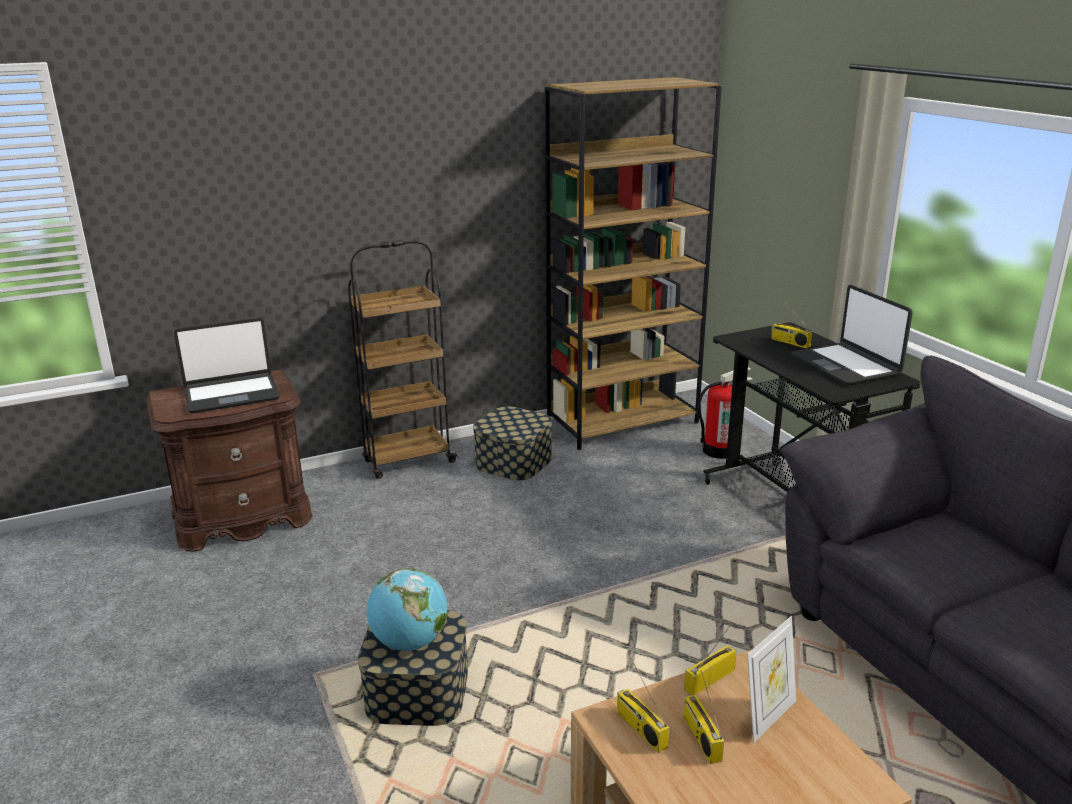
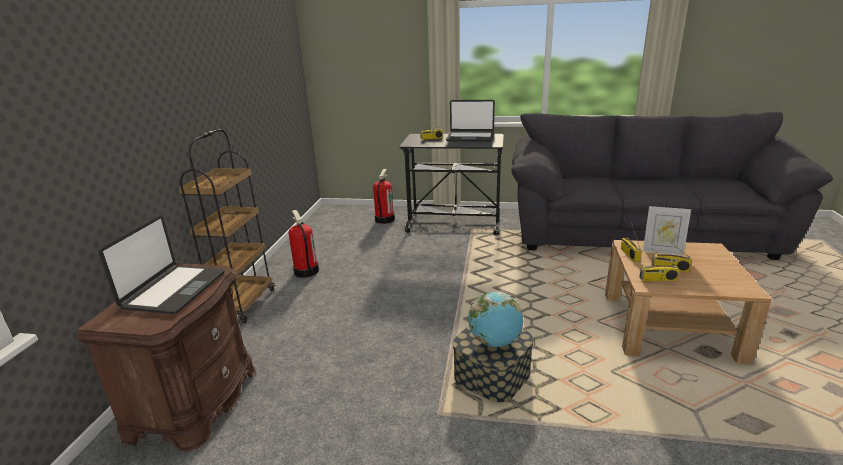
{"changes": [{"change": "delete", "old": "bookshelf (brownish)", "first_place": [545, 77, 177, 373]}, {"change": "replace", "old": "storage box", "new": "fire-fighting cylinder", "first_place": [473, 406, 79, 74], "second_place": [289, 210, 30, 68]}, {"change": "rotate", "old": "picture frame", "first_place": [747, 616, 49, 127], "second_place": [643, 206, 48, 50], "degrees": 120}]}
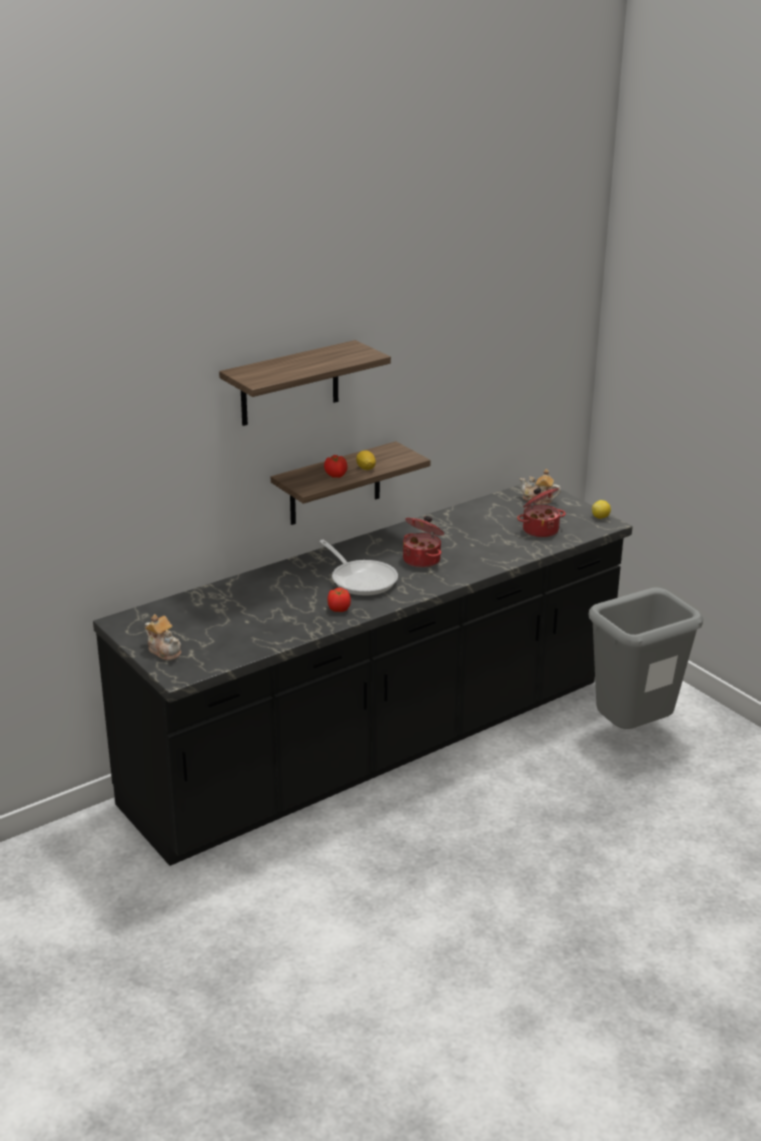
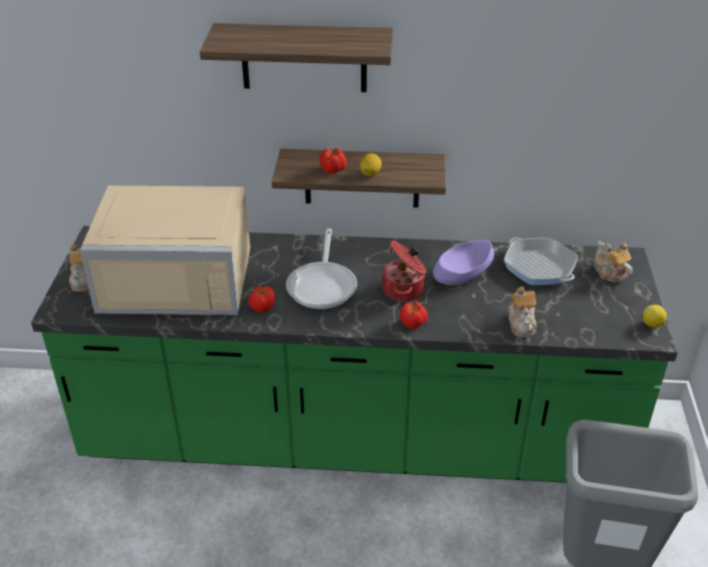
{"changes": [{"change": "delete", "old": "saucepot", "first_place": [517, 488, 49, 50]}, {"change": "insert", "new": "microwave (beige)", "second_place": [80, 186, 170, 129]}, {"change": "insert", "new": "fresh tomato", "second_place": [400, 301, 28, 28]}, {"change": "insert", "new": "deep dish (purple-coloured)", "second_place": [433, 240, 61, 46]}, {"change": "insert", "new": "skillet", "second_place": [504, 238, 74, 47]}, {"change": "insert", "new": "teapot", "second_place": [509, 287, 28, 51]}, {"change": "recolor", "old": "kitchen counter (blackish)", "new": "kitchen counter (greenish)", "first_place": [93, 479, 540, 387], "second_place": [31, 226, 647, 257]}]}
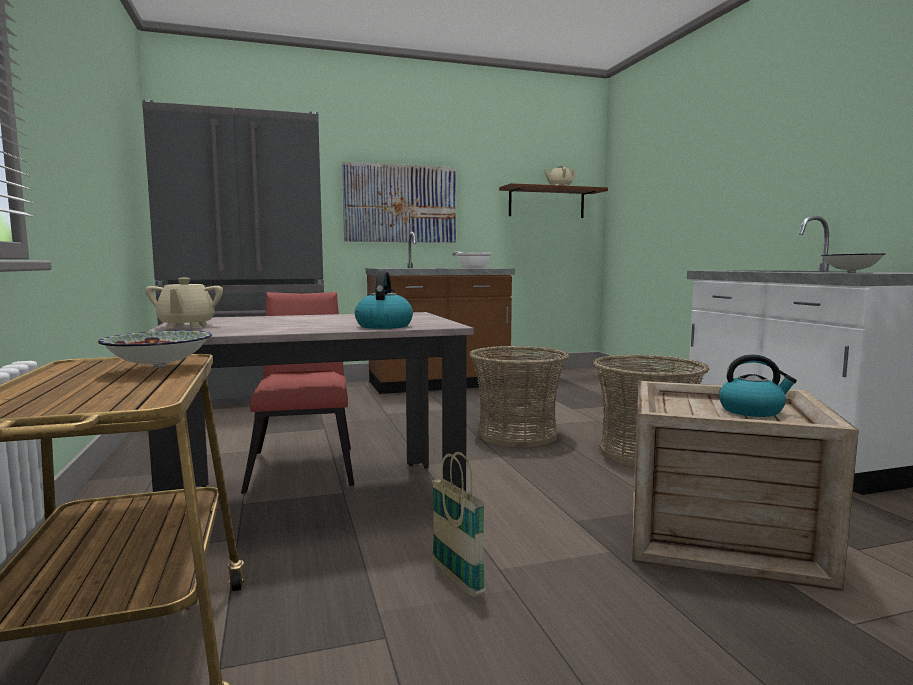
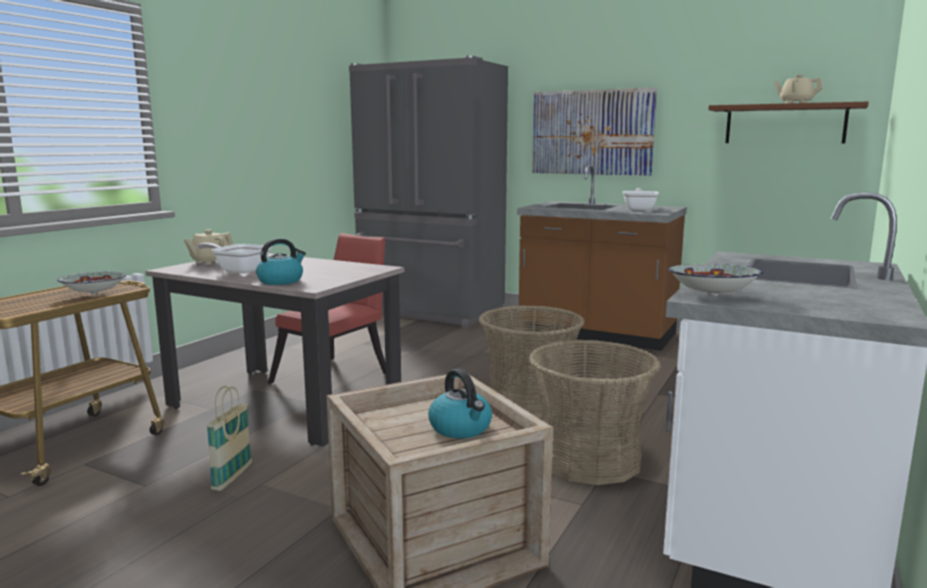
{"changes": [{"change": "insert", "new": "skillet", "second_place": [197, 243, 75, 31]}]}
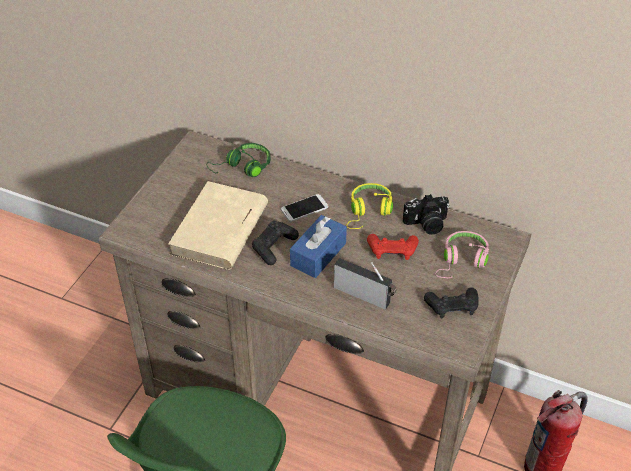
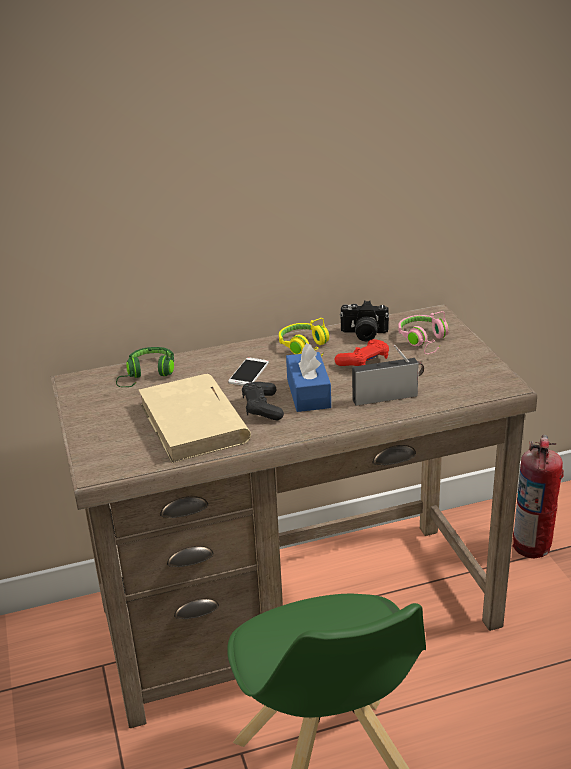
{"changes": [{"change": "delete", "old": "joypad (blackish)", "first_place": [424, 287, 54, 32]}, {"change": "rotate", "old": "photo camera", "first_place": [403, 194, 47, 41], "second_place": [340, 300, 49, 42], "degrees": 60}]}
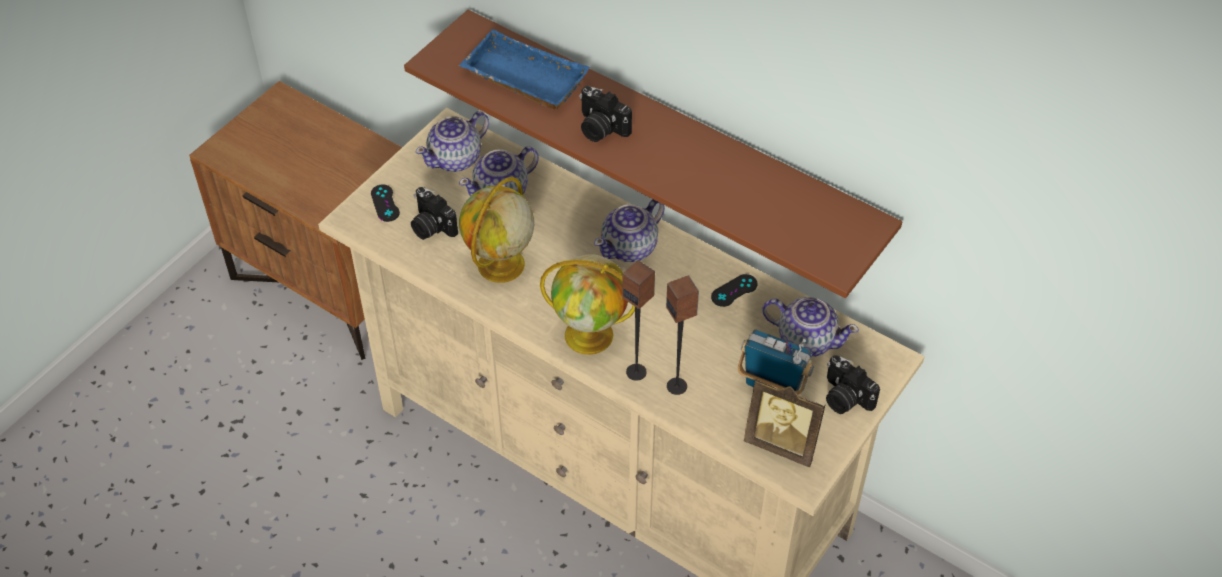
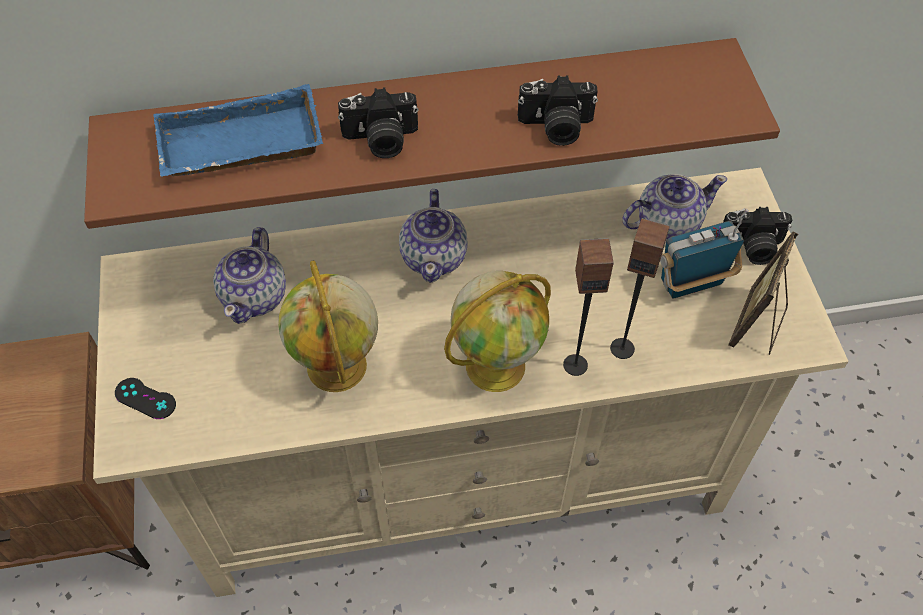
{"changes": [{"change": "delete", "old": "teapot", "first_place": [416, 111, 73, 61]}, {"change": "delete", "old": "joypad (blackish)", "first_place": [711, 274, 47, 33]}, {"change": "move", "old": "photo camera", "first_place": [411, 187, 47, 53], "second_place": [518, 75, 80, 71]}, {"change": "rotate", "old": "picture frame", "first_place": [744, 378, 82, 89], "second_place": [728, 231, 70, 124], "degrees": 135}]}
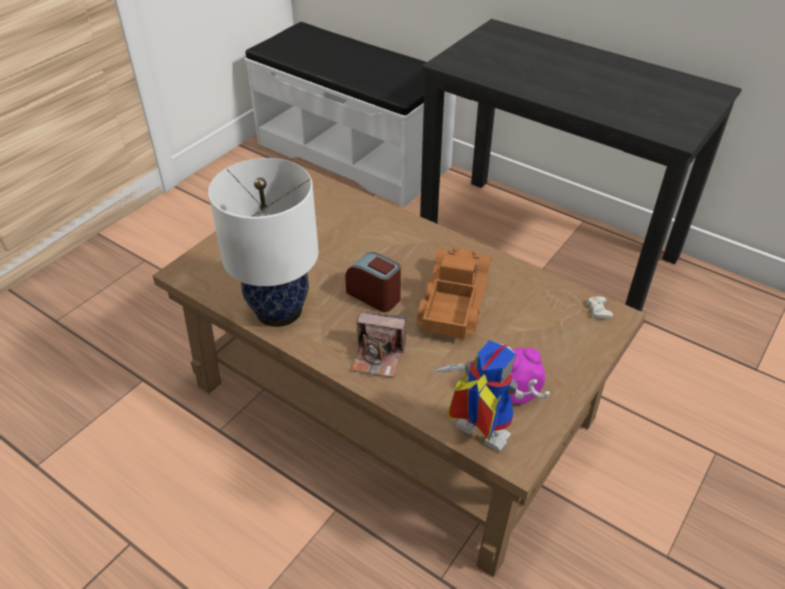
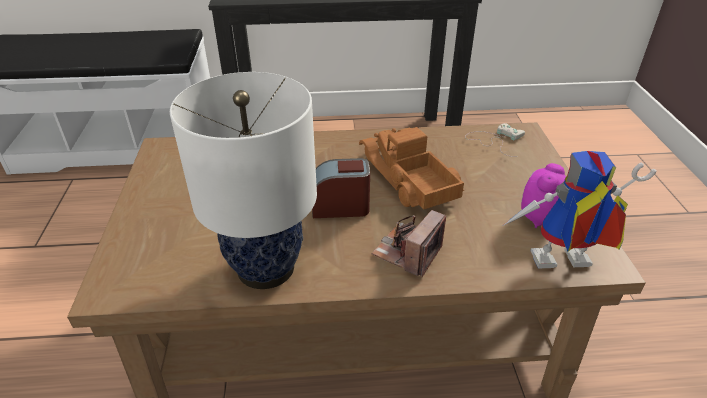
{"changes": [{"change": "rotate", "old": "photo camera", "first_place": [351, 312, 55, 66], "second_place": [371, 210, 75, 67], "degrees": 150}]}
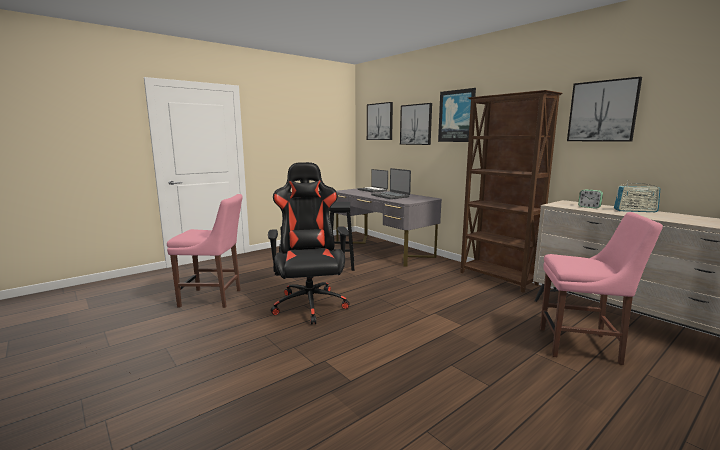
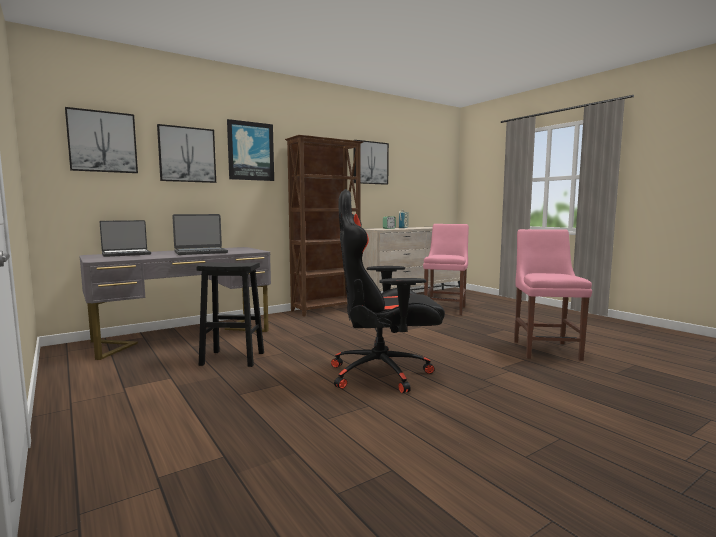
{"changes": [{"change": "move", "old": "upright chair (pink)", "first_place": [167, 194, 75, 114], "second_place": [514, 229, 78, 132]}]}
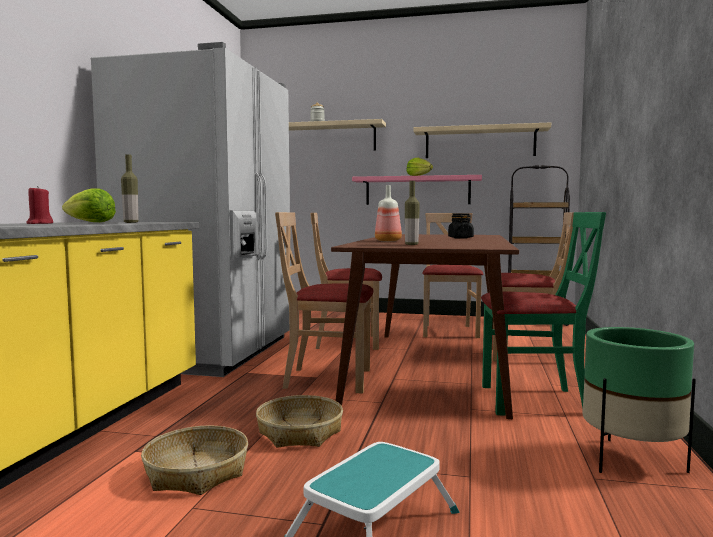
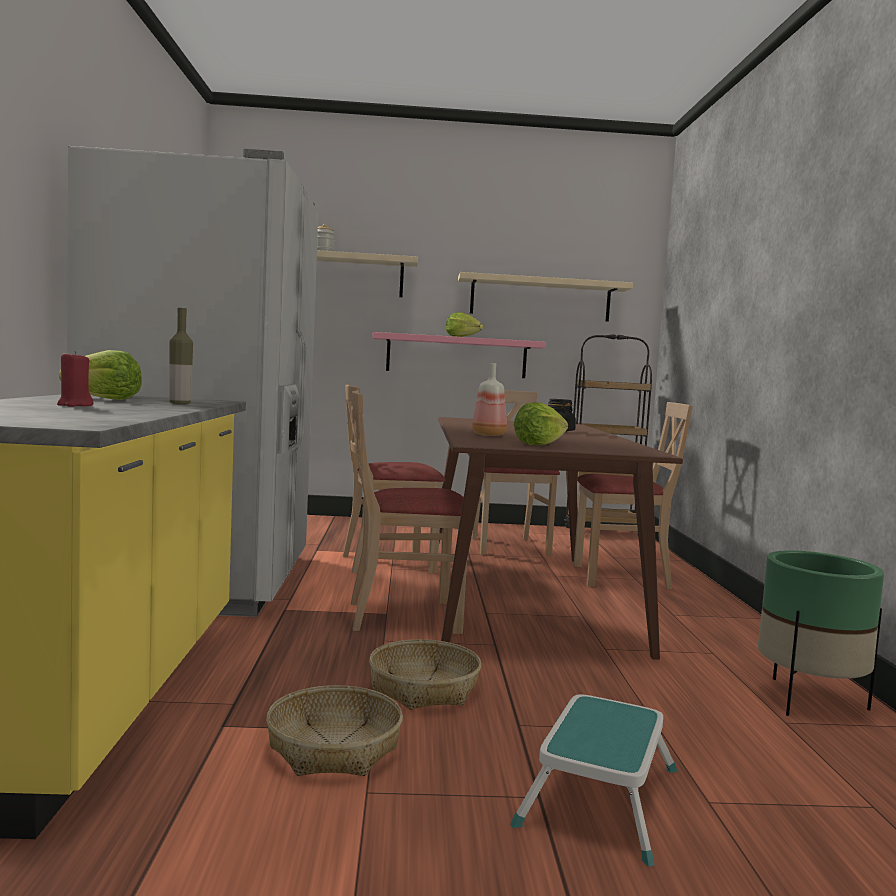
{"changes": [{"change": "delete", "old": "upright chair (greenish)", "first_place": [481, 212, 125, 203]}, {"change": "replace", "old": "bottle", "new": "head of lettuce", "first_place": [405, 181, 15, 64], "second_place": [514, 402, 54, 43]}]}
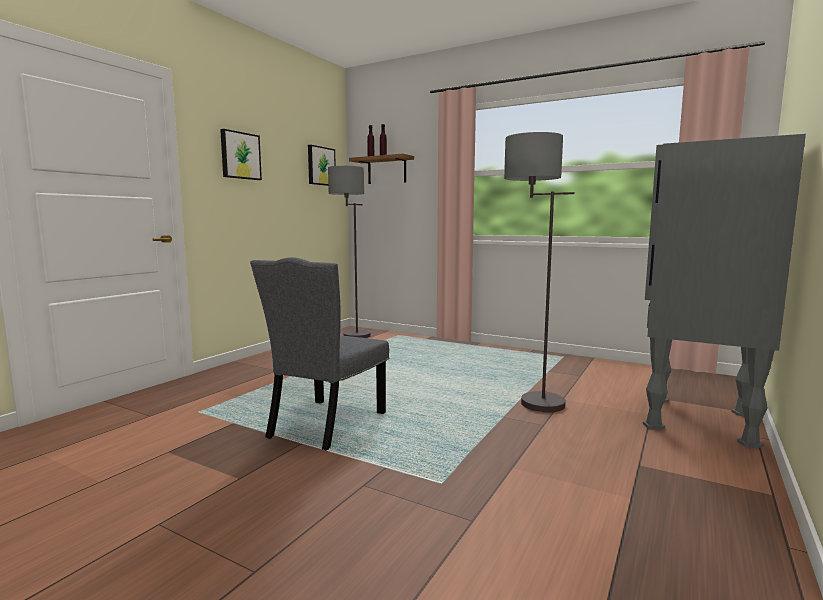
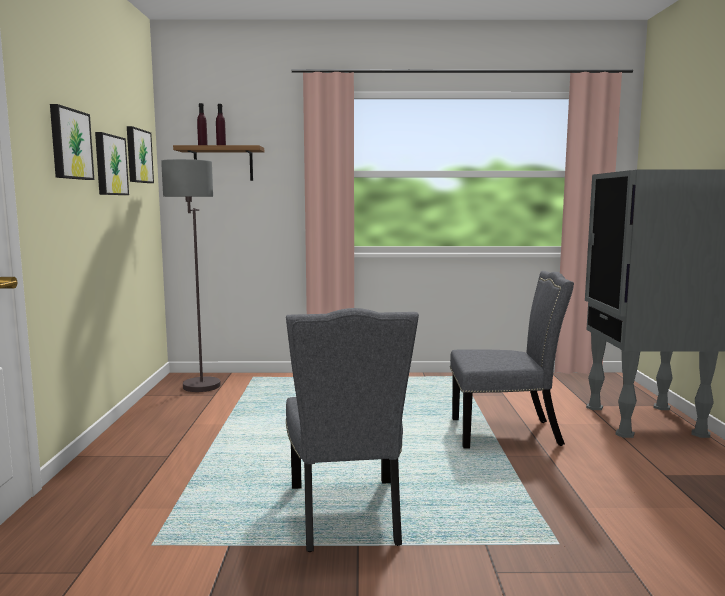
{"changes": [{"change": "insert", "new": "wall picture", "second_place": [95, 132, 34, 63]}, {"change": "replace", "old": "standing lamp (gray)", "new": "upright chair (gray)", "first_place": [504, 132, 71, 280], "second_place": [450, 271, 124, 178]}]}
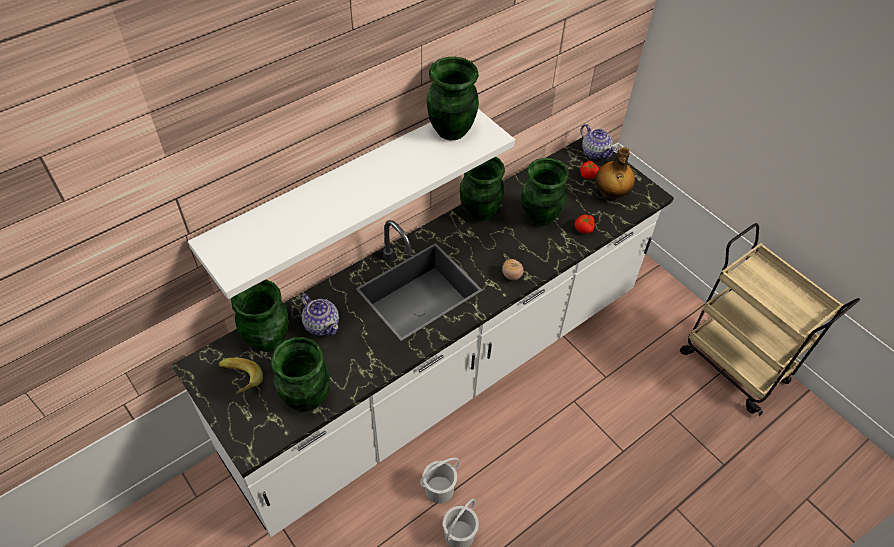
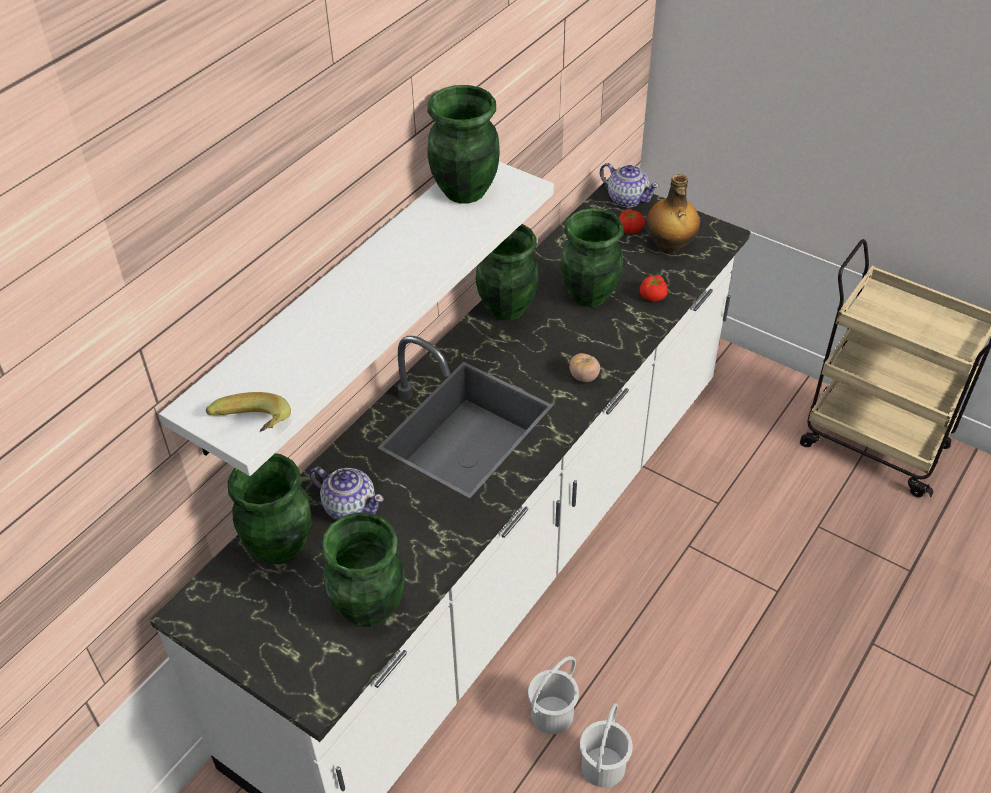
{"changes": [{"change": "move", "old": "banana fruit", "first_place": [218, 358, 45, 36], "second_place": [206, 392, 85, 40]}]}
